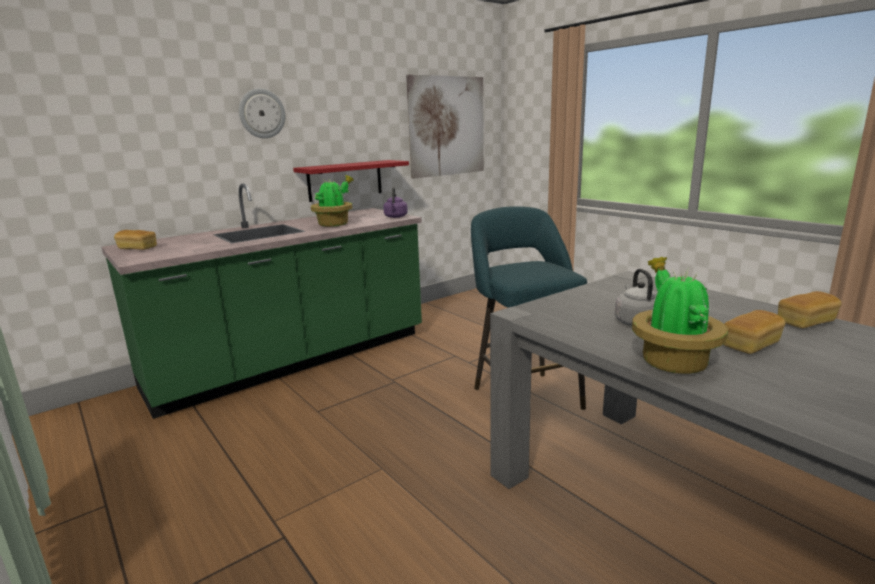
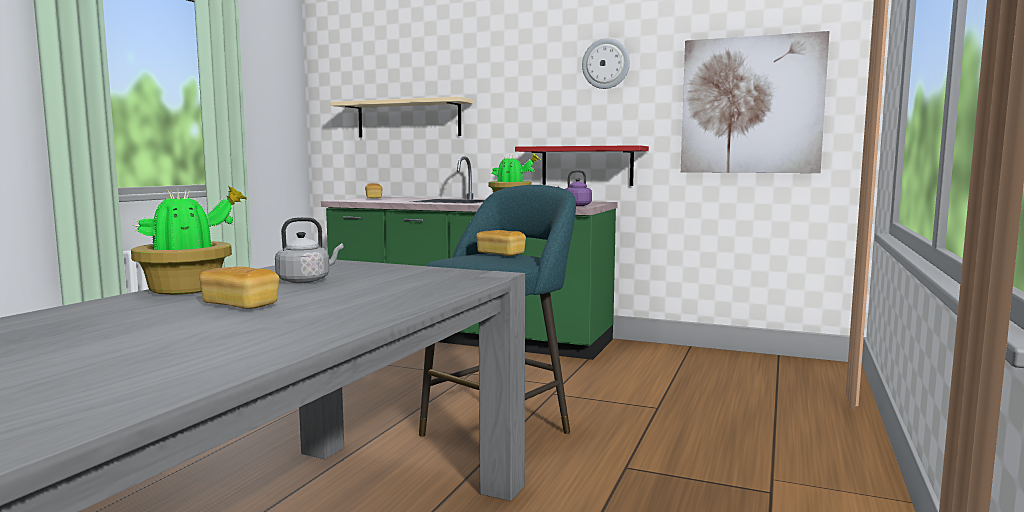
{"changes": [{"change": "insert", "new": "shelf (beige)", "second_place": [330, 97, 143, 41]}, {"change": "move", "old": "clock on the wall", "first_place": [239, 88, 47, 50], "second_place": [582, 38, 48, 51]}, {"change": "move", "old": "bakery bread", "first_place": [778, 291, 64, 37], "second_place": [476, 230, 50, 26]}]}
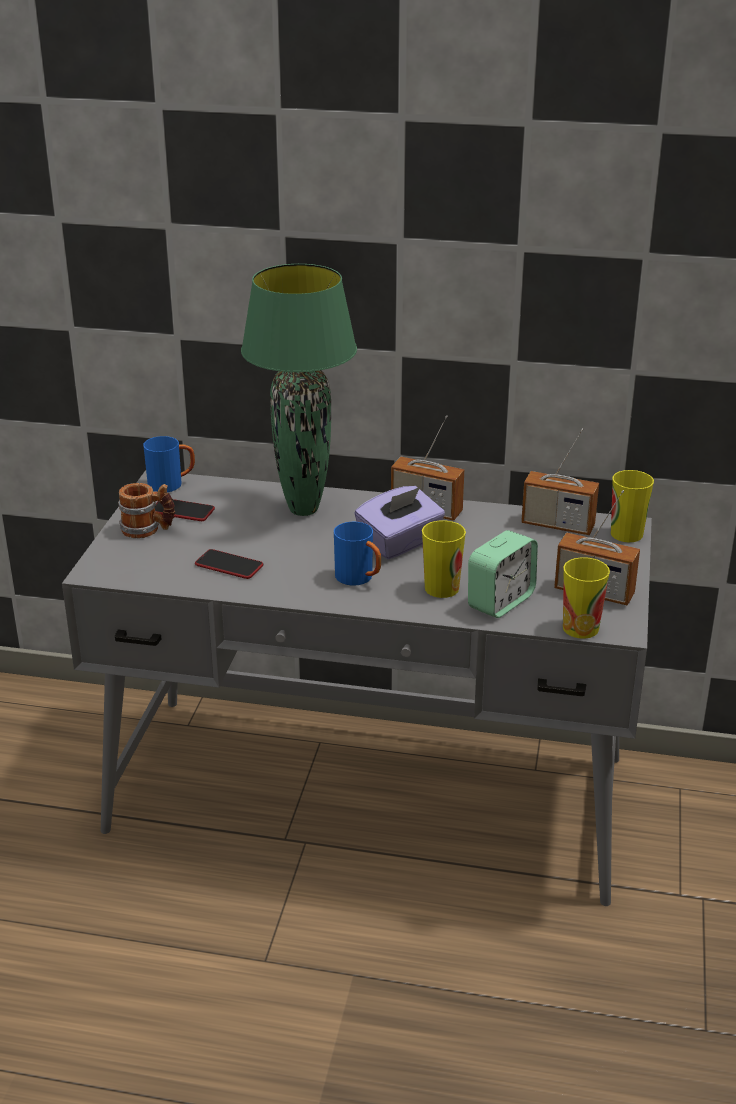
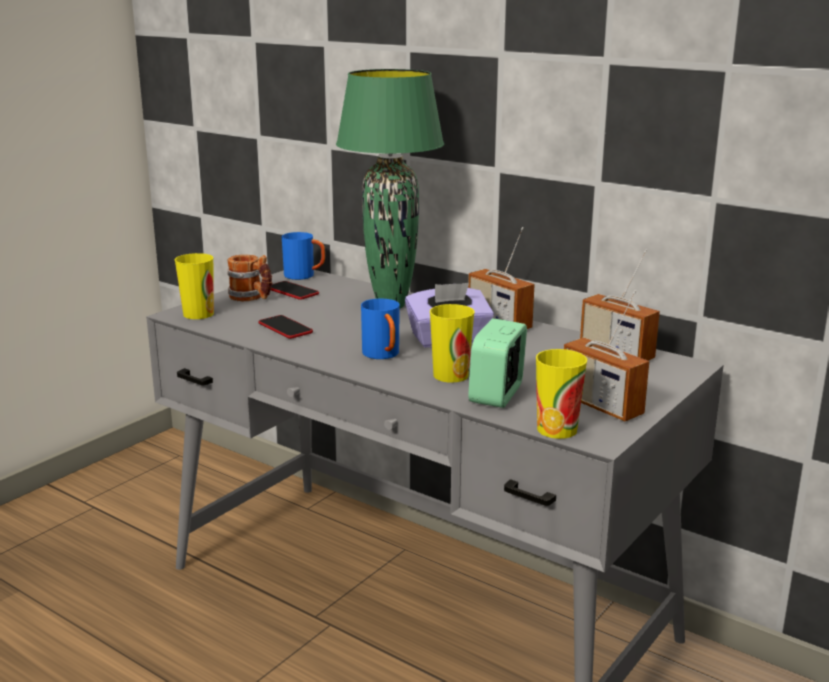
{"changes": [{"change": "move", "old": "drinking cup", "first_place": [611, 470, 43, 72], "second_place": [174, 253, 40, 66]}, {"change": "rotate", "old": "alarm clock", "first_place": [468, 530, 70, 88], "second_place": [468, 318, 59, 90], "degrees": 135}]}
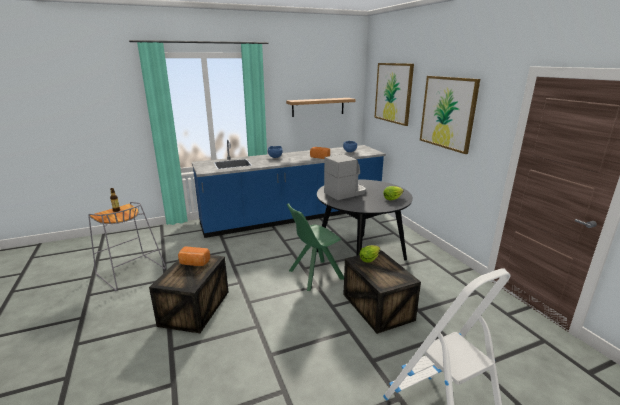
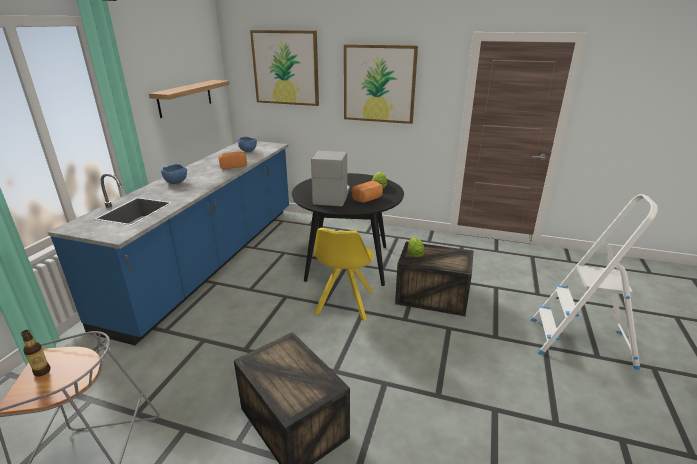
{"changes": [{"change": "move", "old": "bakery bread", "first_place": [178, 246, 32, 20], "second_place": [352, 181, 31, 22]}, {"change": "recolor", "old": "upright chair (greenish)", "new": "upright chair (yellow-coloured)", "first_place": [286, 203, 58, 88], "second_place": [314, 228, 60, 93]}]}
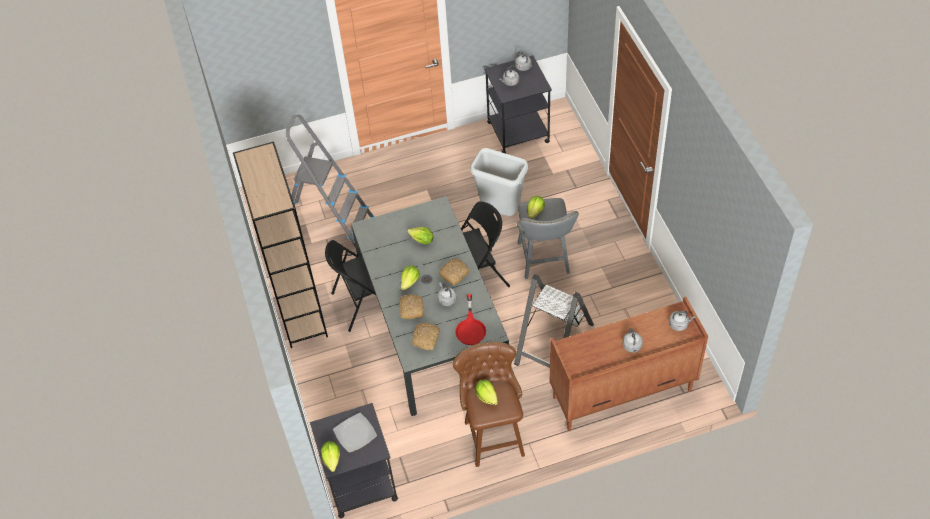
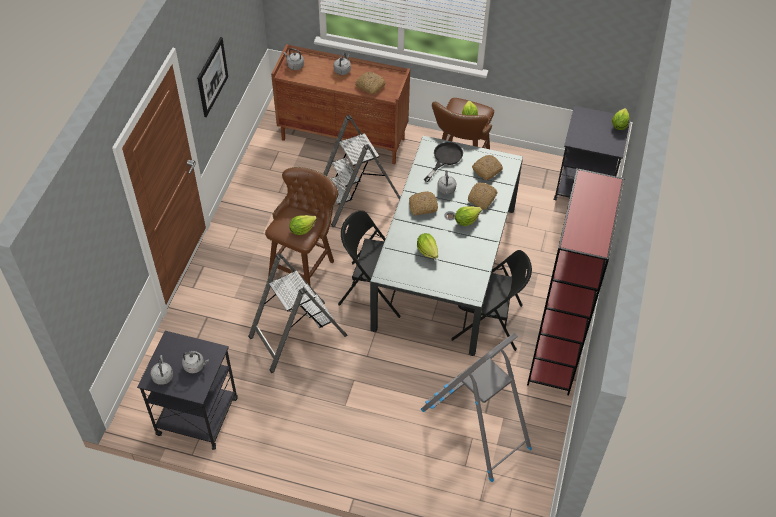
{"changes": [{"change": "delete", "old": "flat dish", "first_place": [333, 413, 44, 40]}, {"change": "insert", "new": "wall picture", "second_place": [197, 37, 31, 80]}, {"change": "insert", "new": "bakery bread", "second_place": [355, 72, 30, 22]}, {"change": "replace", "old": "waste bin (gray)", "new": "stepladder (gray)", "first_place": [470, 148, 58, 68], "second_place": [248, 253, 100, 120]}, {"change": "recolor", "old": "bookshelf (beige)", "new": "bookshelf (red)", "first_place": [233, 142, 95, 206], "second_place": [527, 168, 98, 227]}, {"change": "recolor", "old": "skillet (red)", "new": "skillet (blackish)", "first_place": [455, 294, 31, 51], "second_place": [424, 142, 39, 40]}, {"change": "recolor", "old": "stool seat (gray)", "new": "stool seat (brownish)", "first_place": [517, 198, 62, 81], "second_place": [265, 167, 73, 120]}]}
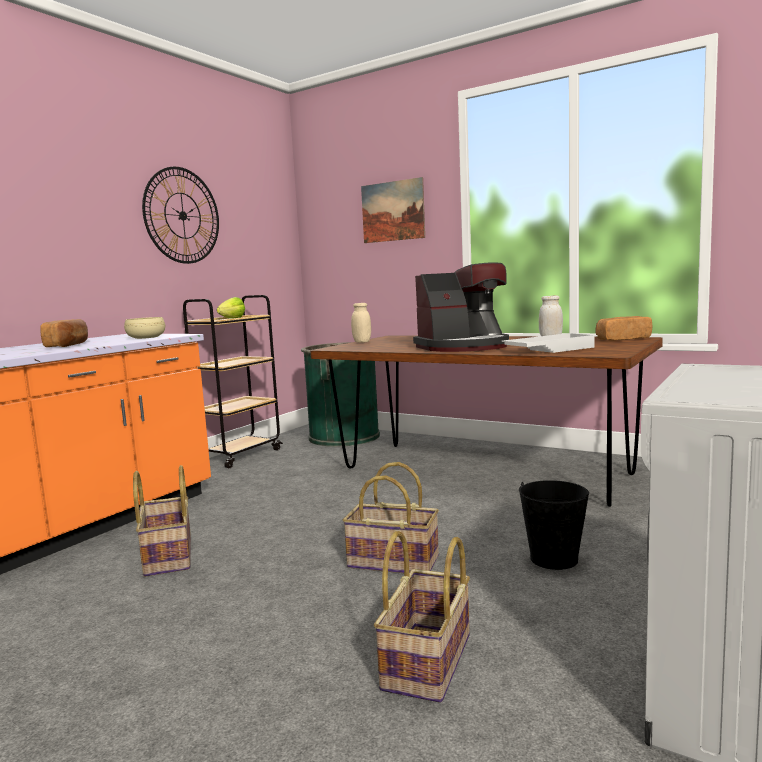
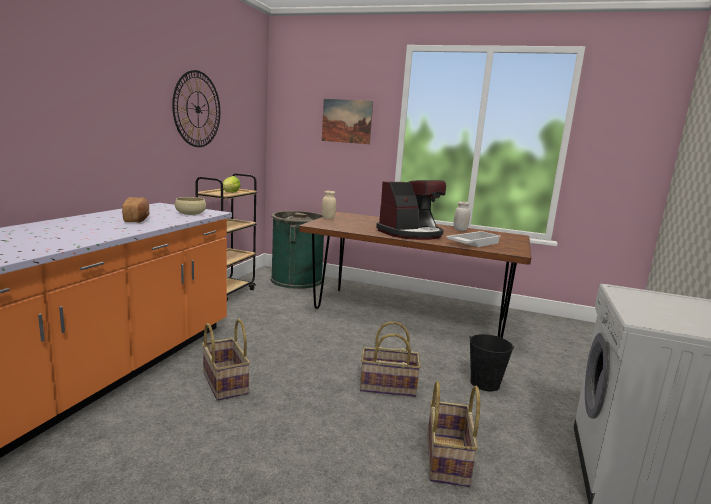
{"changes": [{"change": "delete", "old": "bakery bread", "first_place": [595, 316, 57, 25]}]}
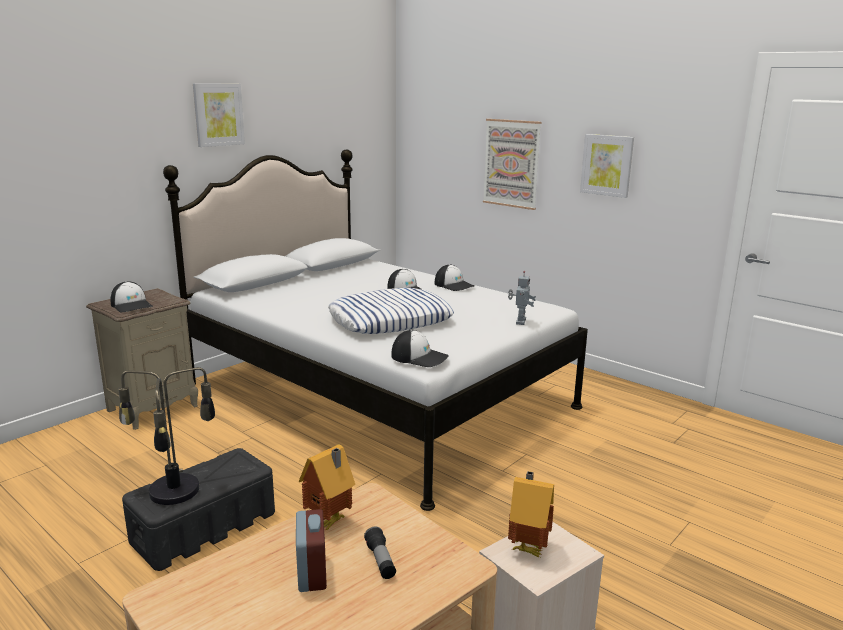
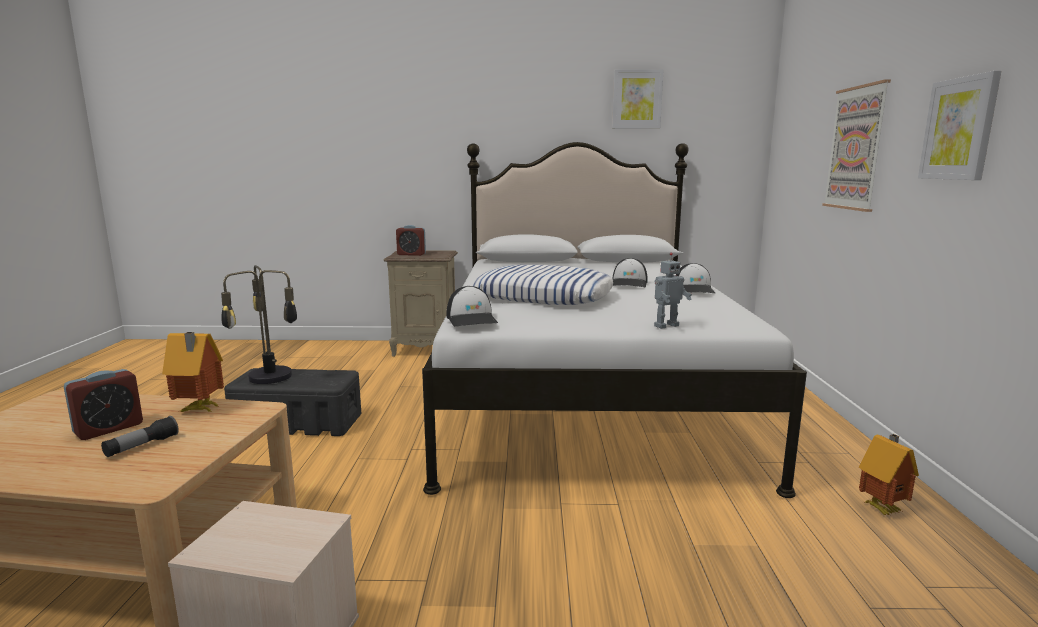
{"changes": [{"change": "move", "old": "wall picture", "first_place": [193, 83, 52, 64], "second_place": [612, 69, 52, 59]}, {"change": "move", "old": "model house", "first_place": [508, 471, 46, 86], "second_place": [859, 434, 60, 82]}, {"change": "replace", "old": "cap", "new": "alarm clock", "first_place": [110, 282, 43, 31], "second_place": [396, 225, 30, 31]}]}
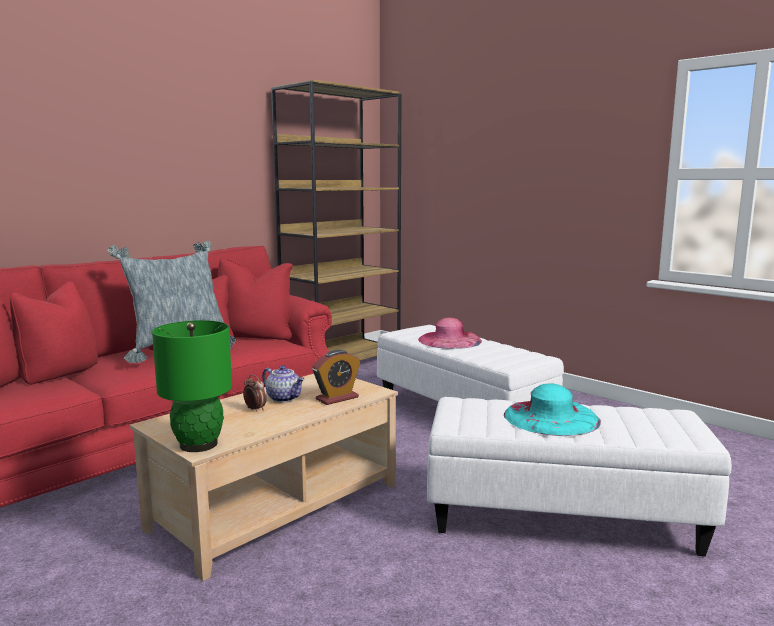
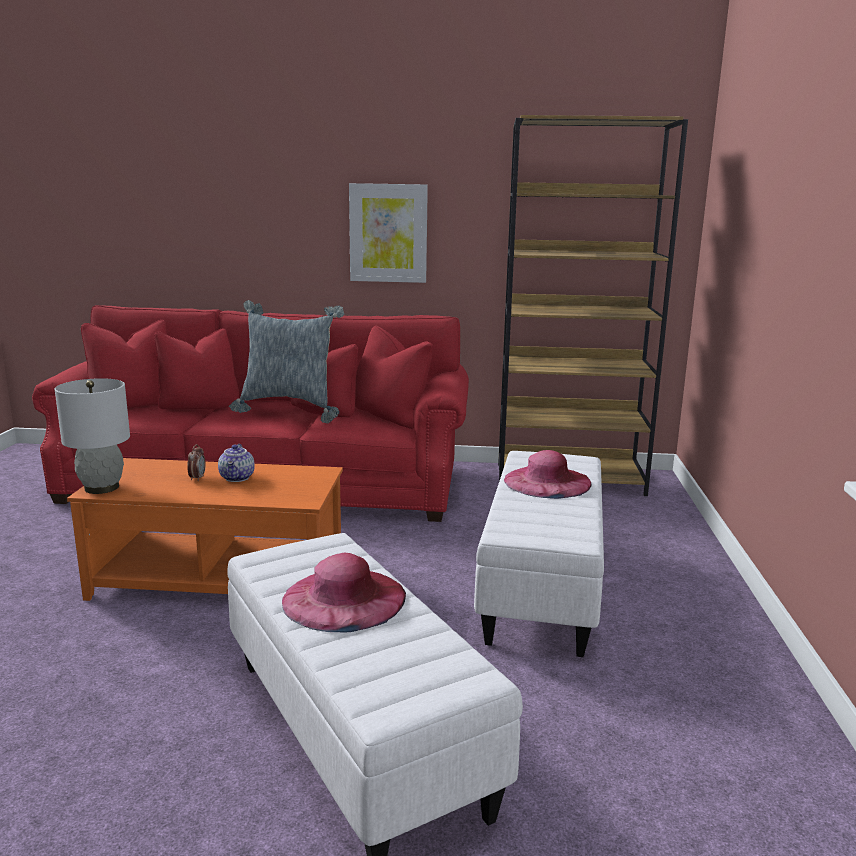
{"changes": [{"change": "delete", "old": "alarm clock", "first_place": [312, 350, 48, 55]}, {"change": "insert", "new": "wall picture", "second_place": [349, 183, 79, 100]}, {"change": "recolor", "old": "lounge table (beige)", "new": "lounge table (orange)", "first_place": [130, 374, 268, 207], "second_place": [67, 458, 276, 143]}, {"change": "recolor", "old": "tabletop lamp (greenish)", "new": "tabletop lamp (whitish)", "first_place": [152, 320, 80, 132], "second_place": [55, 378, 75, 116]}, {"change": "recolor", "old": "clothing hat (turquoise-coloured)", "new": "clothing hat (pink)", "first_place": [504, 383, 97, 53], "second_place": [282, 553, 124, 80]}]}
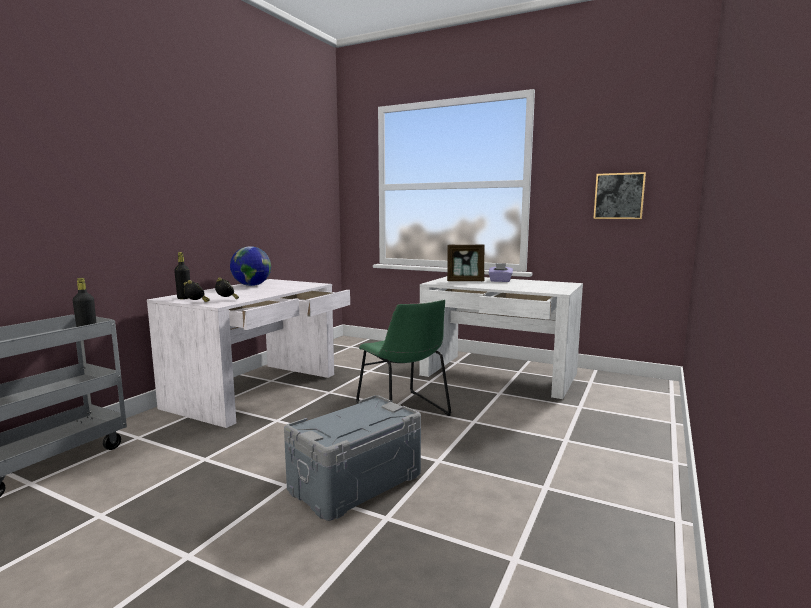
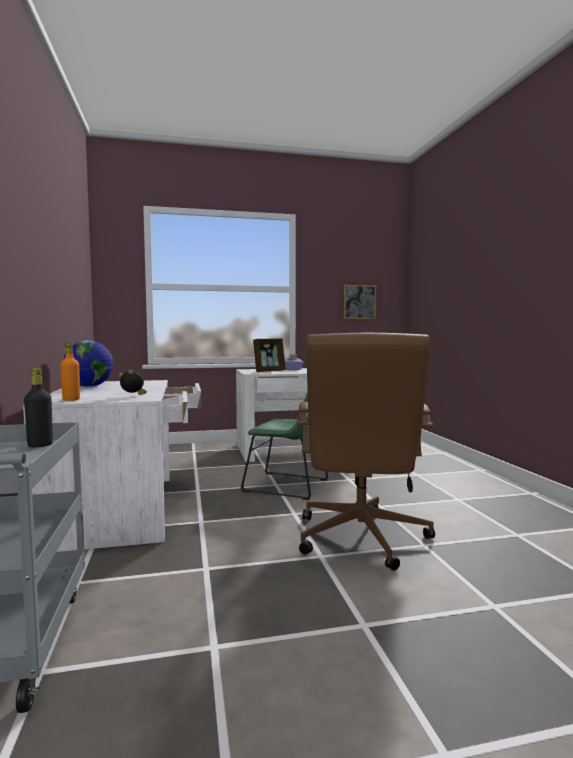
{"changes": [{"change": "delete", "old": "alarm clock", "first_place": [184, 280, 26, 22]}, {"change": "replace", "old": "storage box (gray)", "new": "office chair (brownish)", "first_place": [284, 395, 137, 126], "second_place": [297, 333, 138, 238]}, {"change": "recolor", "old": "bottle (blackish)", "new": "bottle (orange)", "first_place": [174, 252, 16, 47], "second_place": [60, 342, 20, 59]}]}
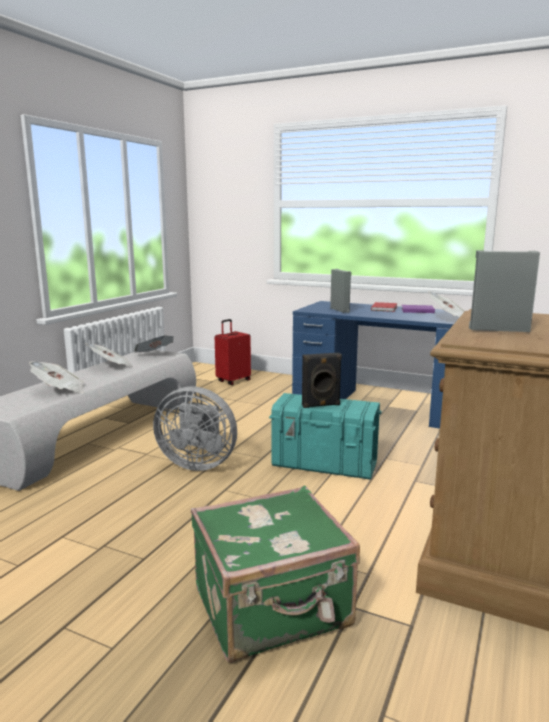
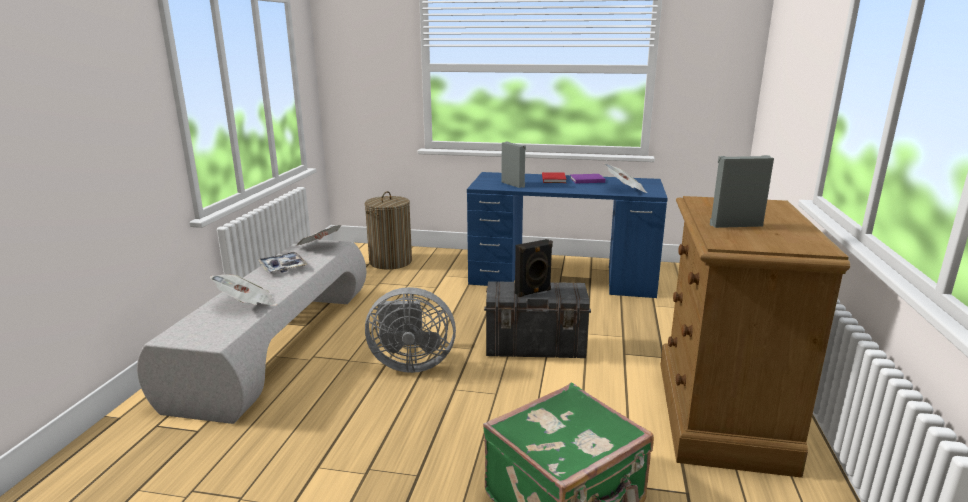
{"changes": [{"change": "replace", "old": "newspaper", "new": "tray", "first_place": [85, 343, 49, 24], "second_place": [258, 252, 49, 21]}, {"change": "replace", "old": "suitcase (red)", "new": "hamper", "first_place": [215, 319, 36, 66], "second_place": [365, 191, 47, 79]}, {"change": "recolor", "old": "storage box (turquoise-coloured)", "new": "storage box (gray)", "first_place": [269, 393, 113, 87], "second_place": [484, 281, 107, 77]}]}
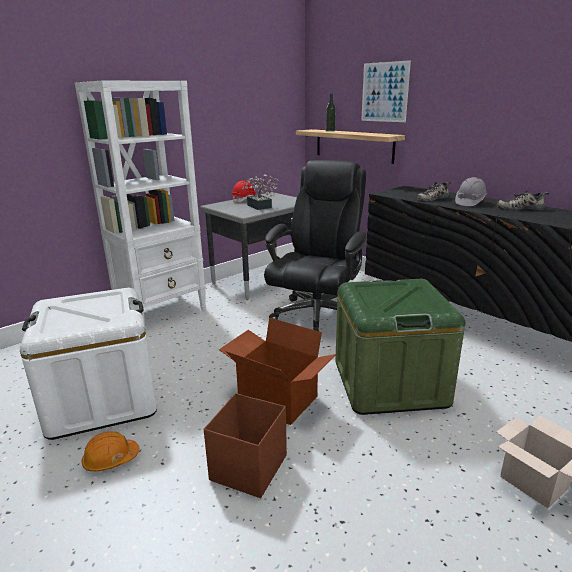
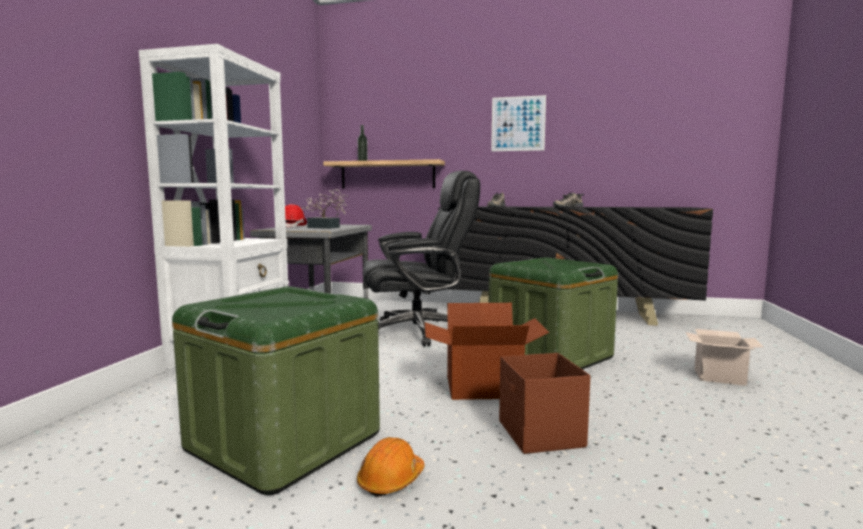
{"changes": [{"change": "delete", "old": "safety helmet (gray)", "first_place": [455, 177, 33, 29]}, {"change": "move", "old": "wall picture", "first_place": [361, 60, 50, 62], "second_place": [491, 95, 55, 56]}, {"change": "recolor", "old": "storage box (whitish)", "new": "storage box (greenish)", "first_place": [20, 288, 137, 152], "second_place": [172, 286, 208, 209]}, {"change": "rotate", "old": "office chair (blackish)", "first_place": [264, 160, 103, 171], "second_place": [363, 171, 117, 176], "degrees": 90}]}
